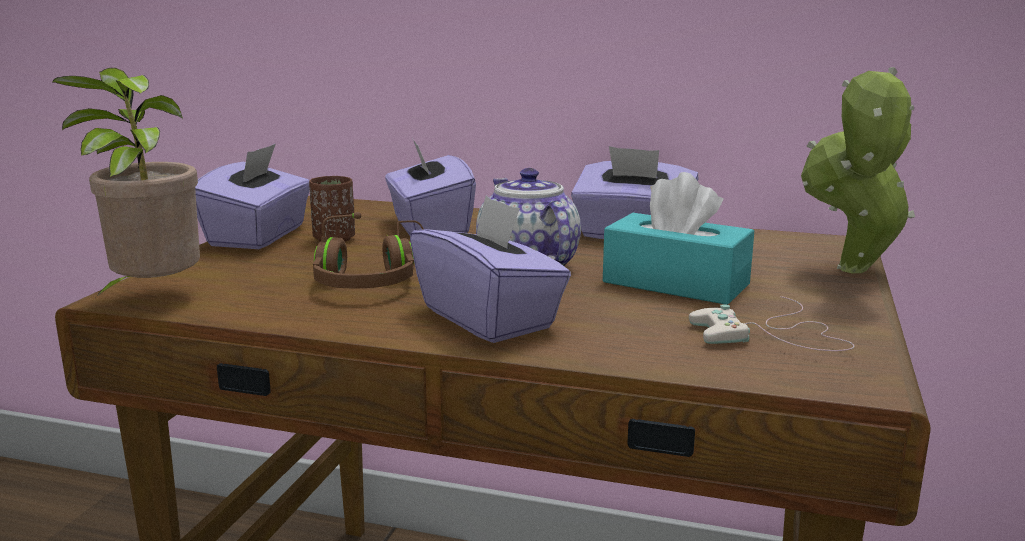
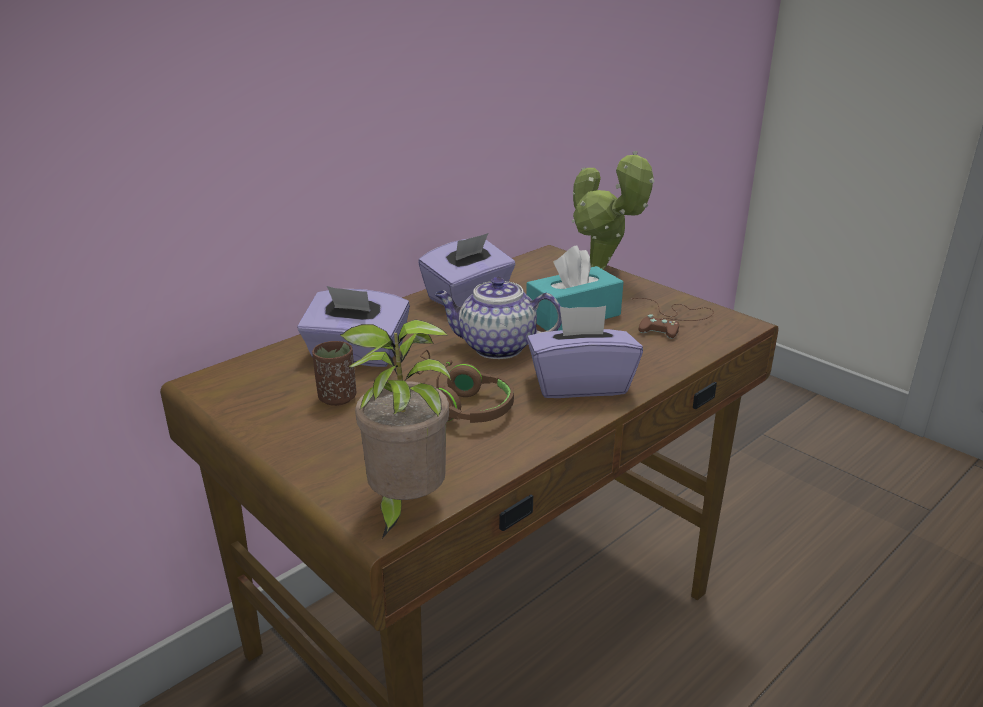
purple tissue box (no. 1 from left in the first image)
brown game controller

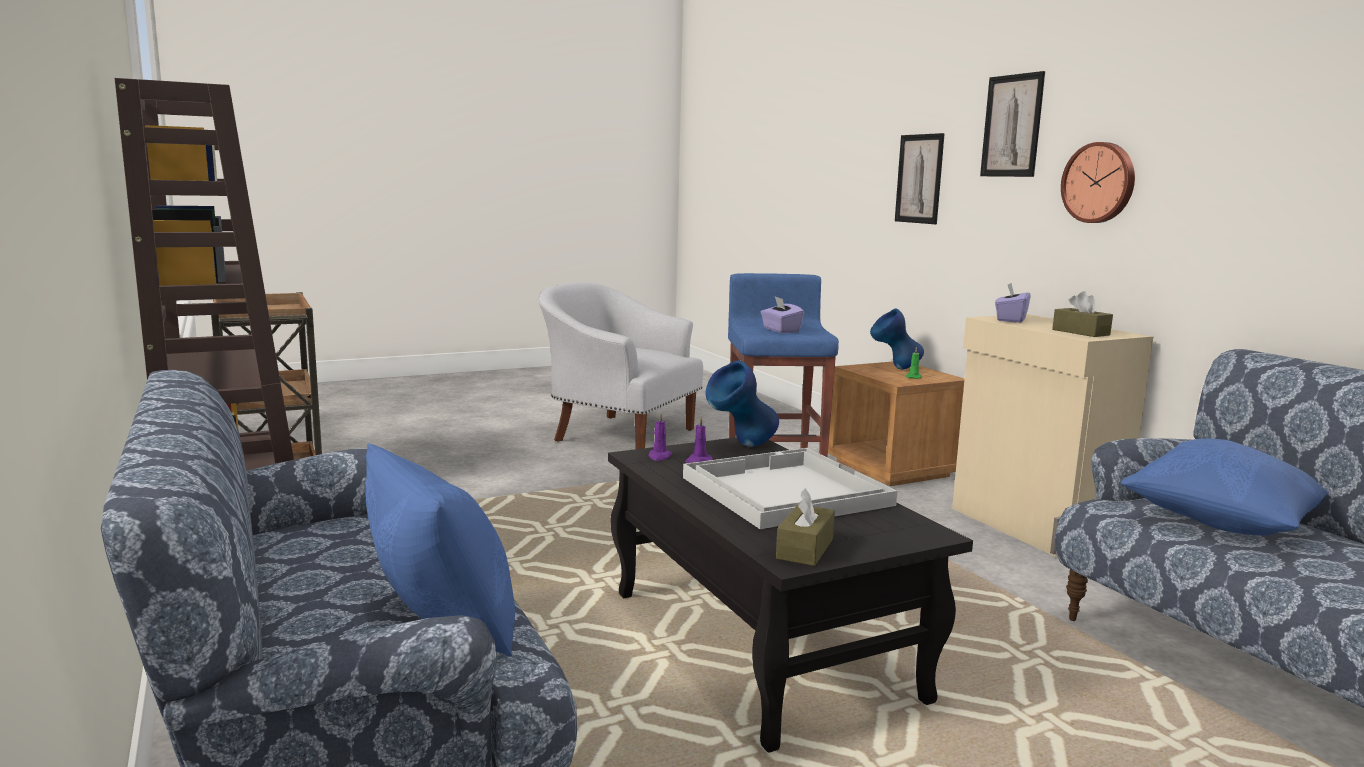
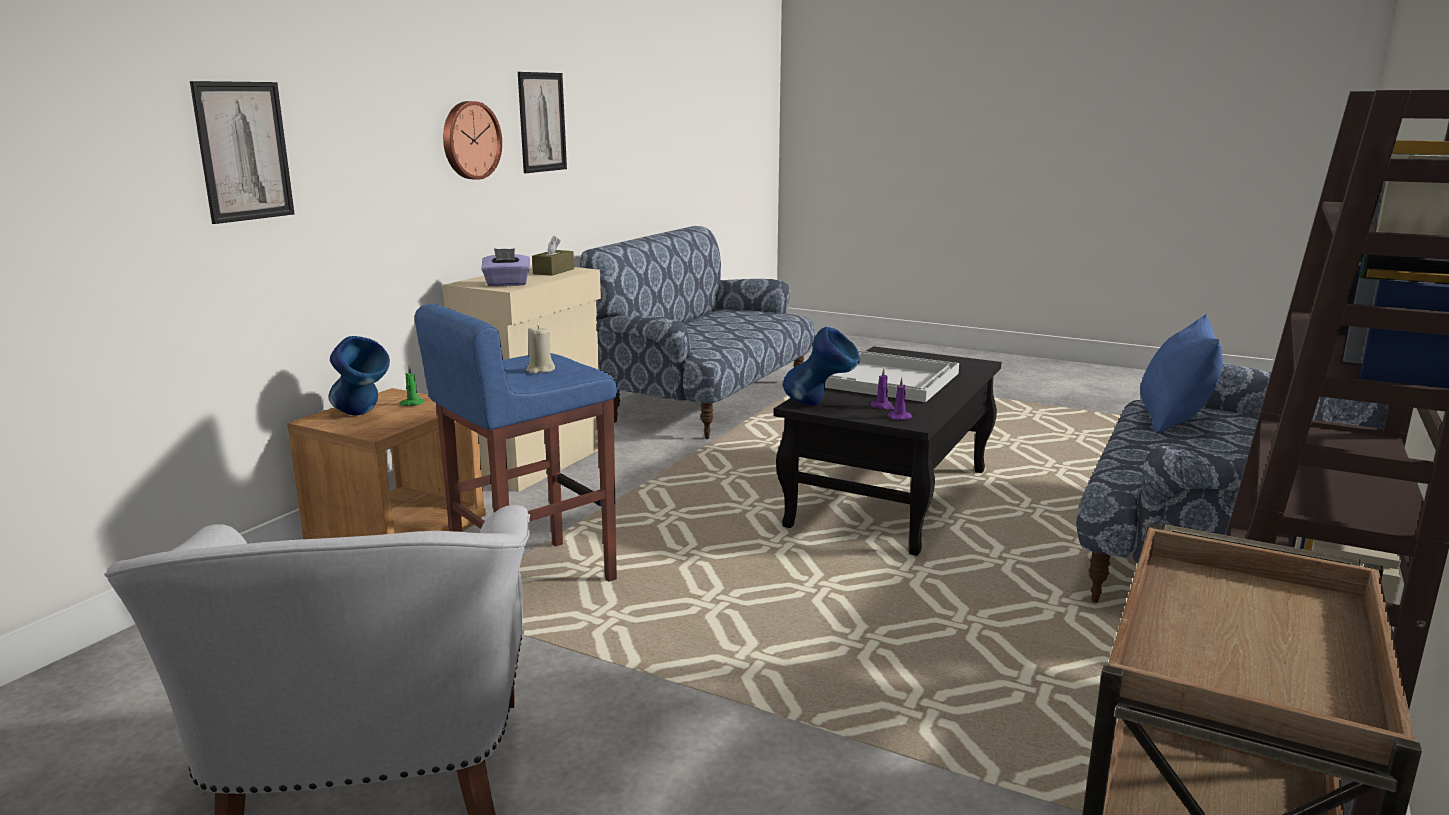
beige candle
brown tissue box (no. 1 from left in the first image)
picture (no. 2 from left)
blue pillow (no. 2 from left in the first image)

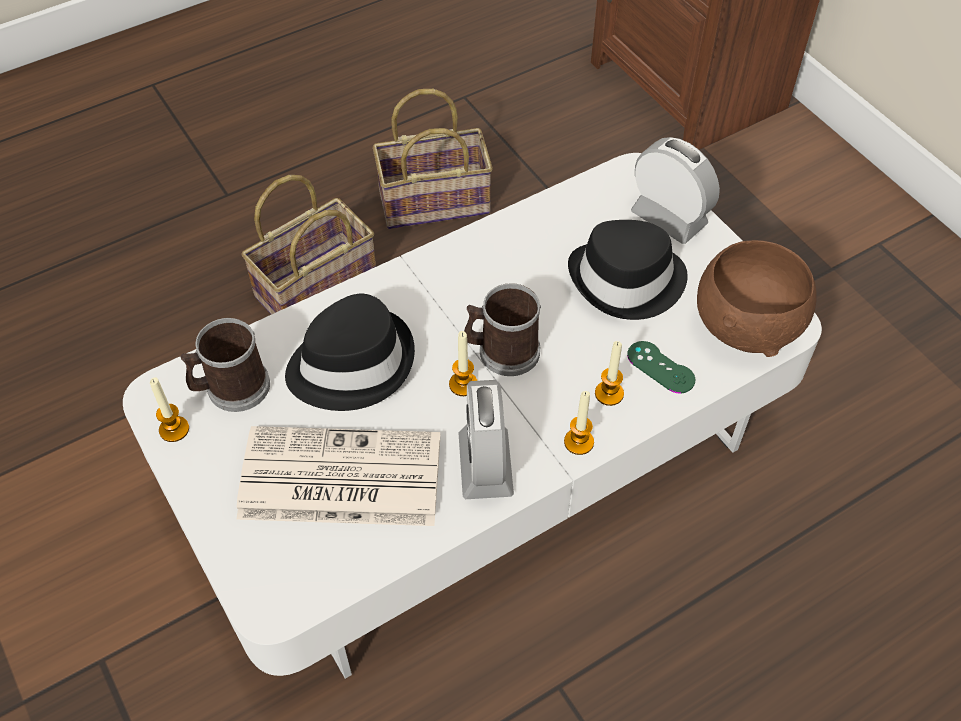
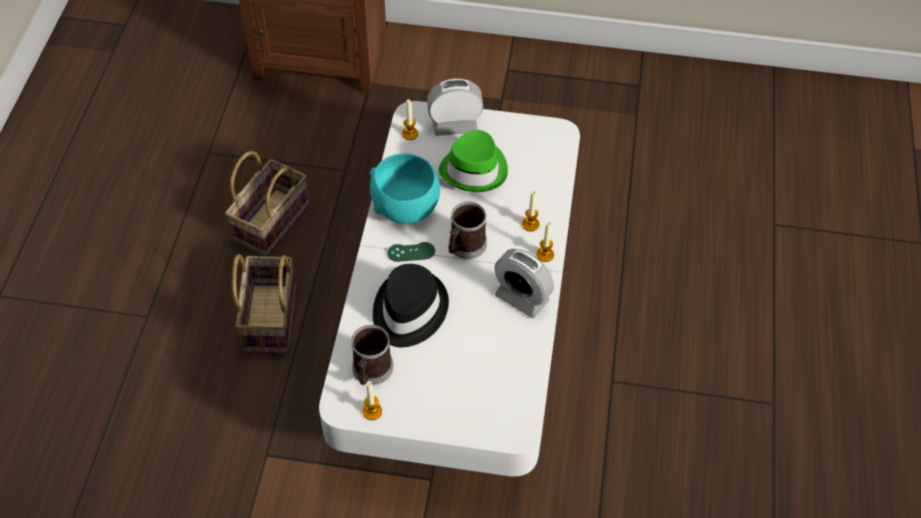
newspaper
candle (no. 2 from left)
green hat
green game controller
brown bowl
turquoise bowl

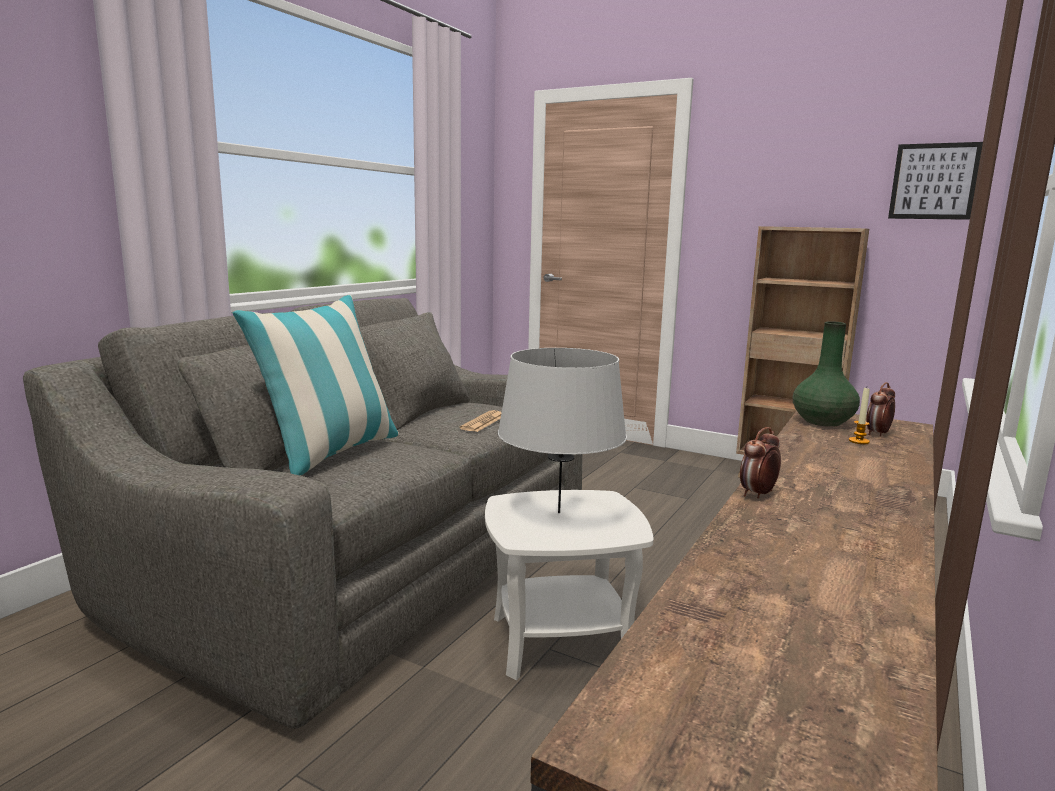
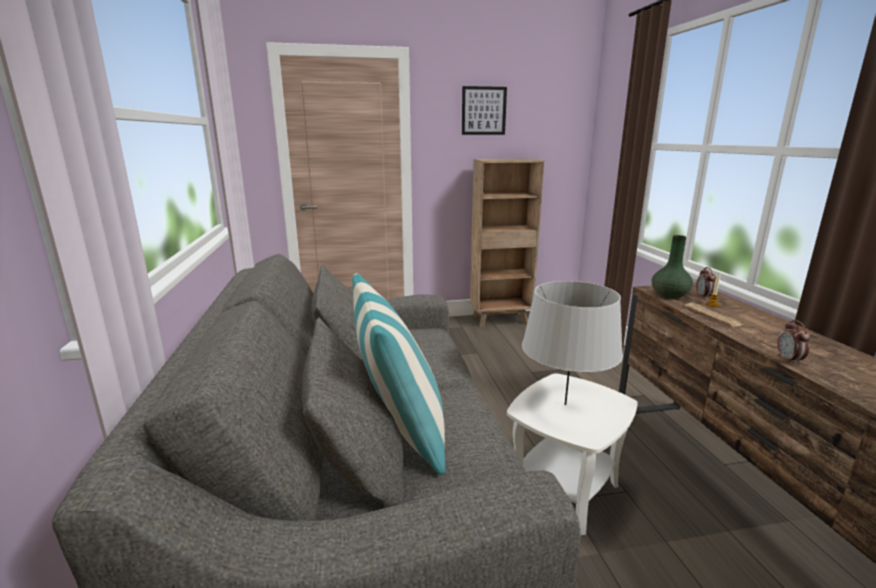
newspaper
picture

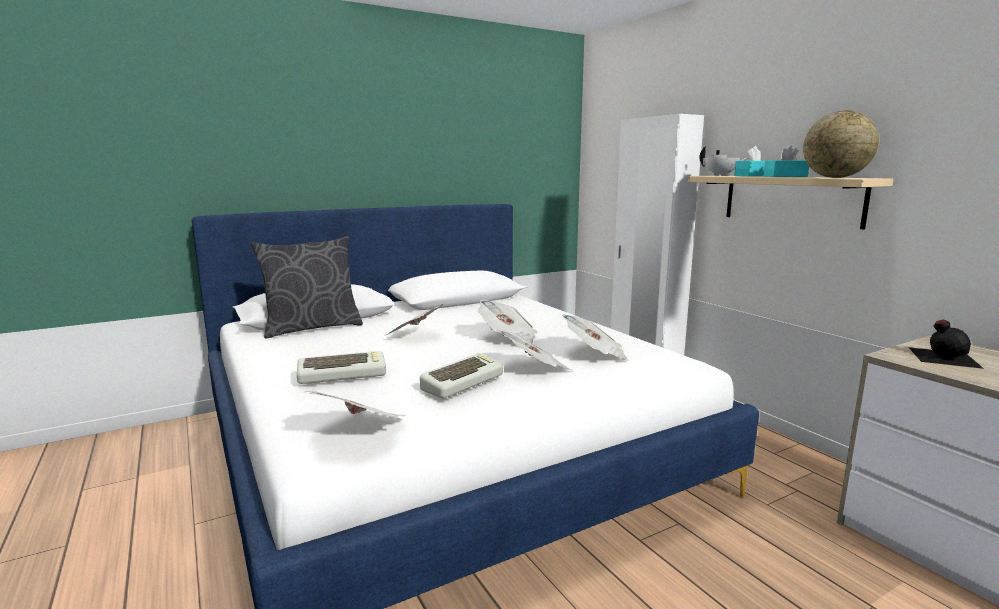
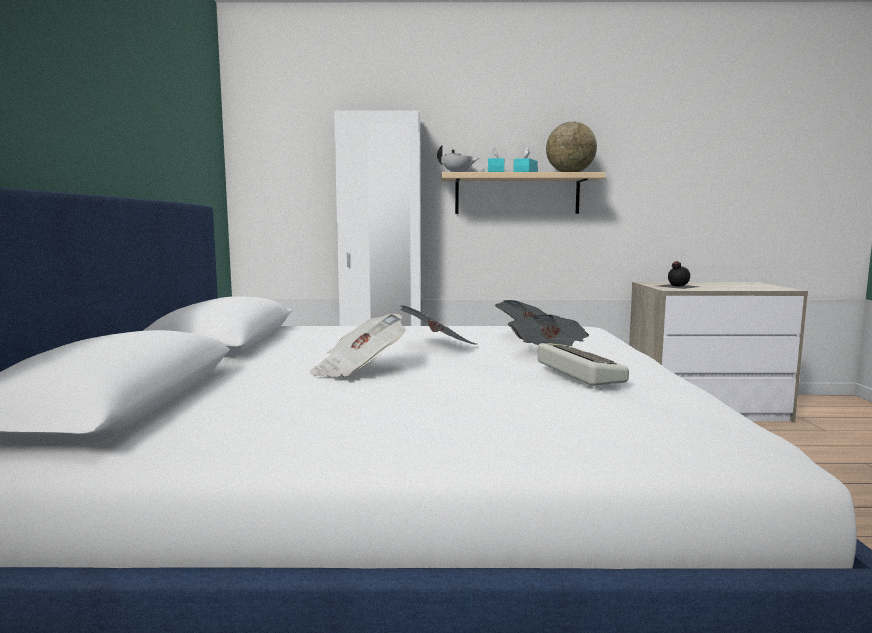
grey pillow
keyboard (no. 1 from left in the first image)
newspaper (no. 1 from left in the first image)

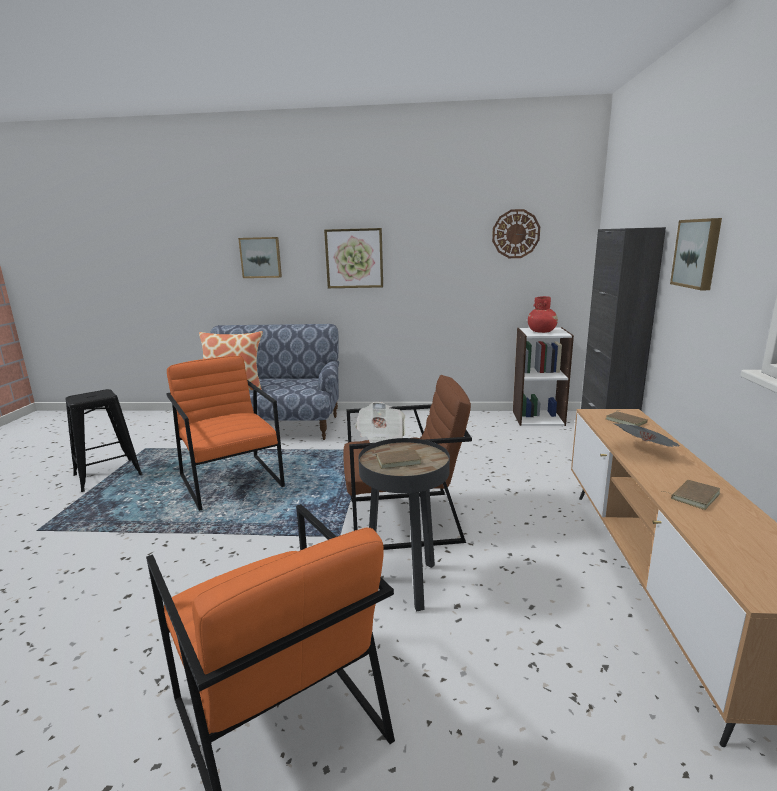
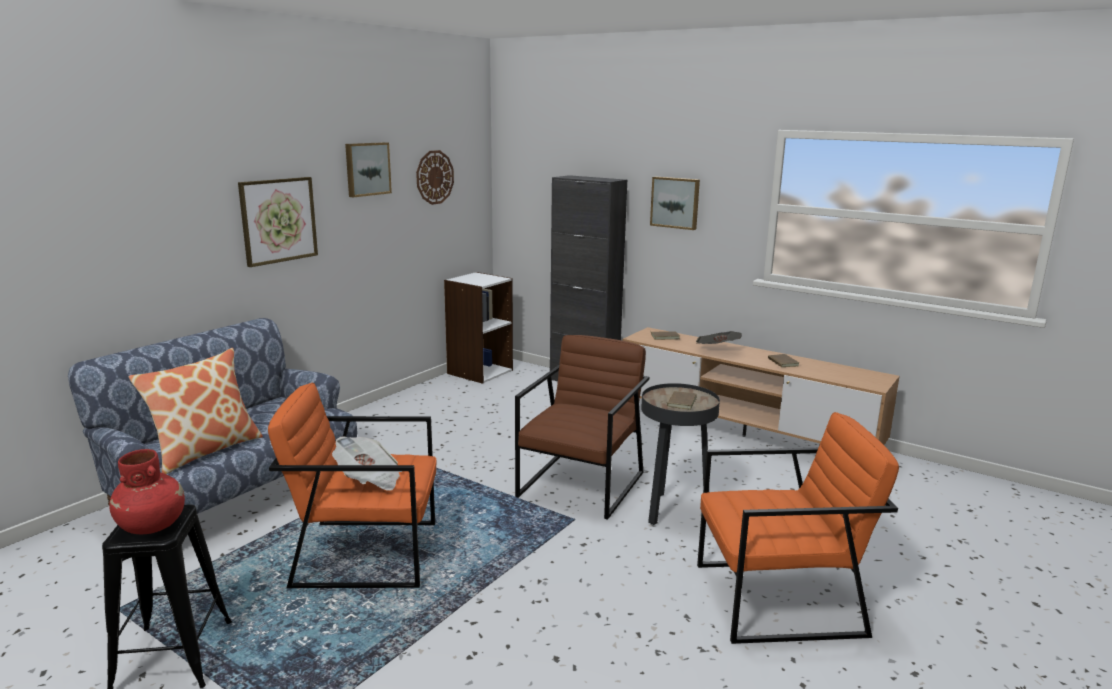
picture (no. 2 from left)
newspaper (no. 1 from left)
red vase

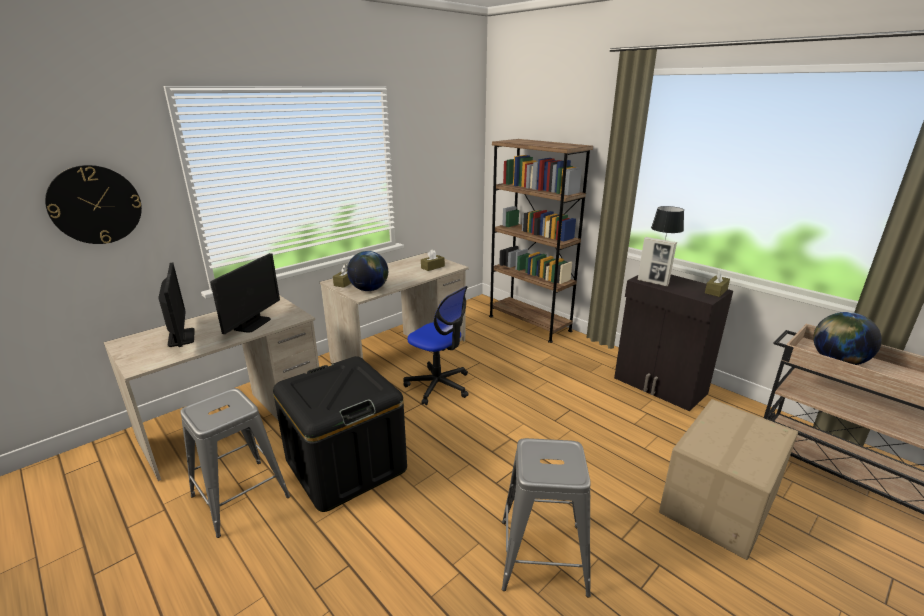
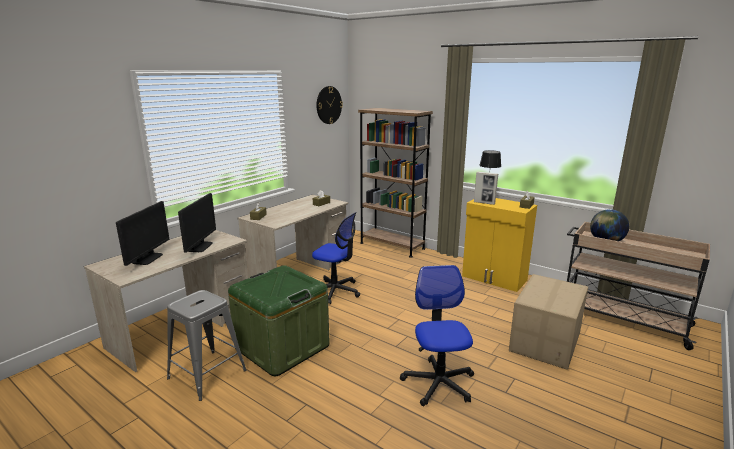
wall clock
monitor (no. 1 from left)
green storage box
globe (no. 1 from left in the first image)
office chair (no. 2 from left)
yellow cabinet

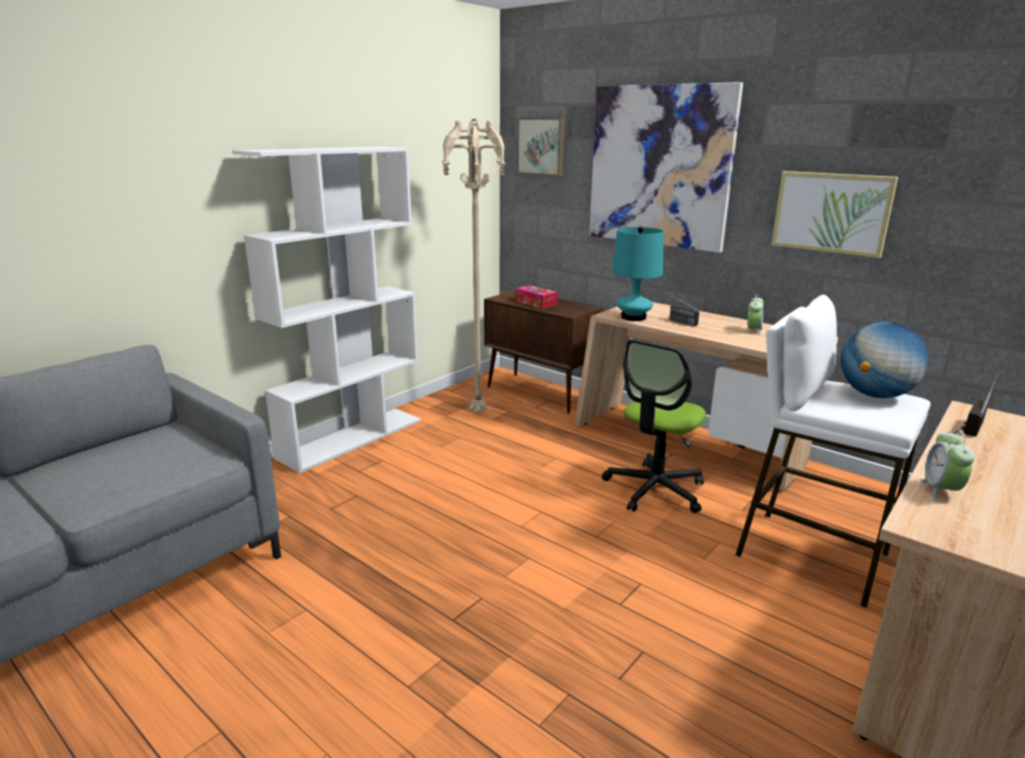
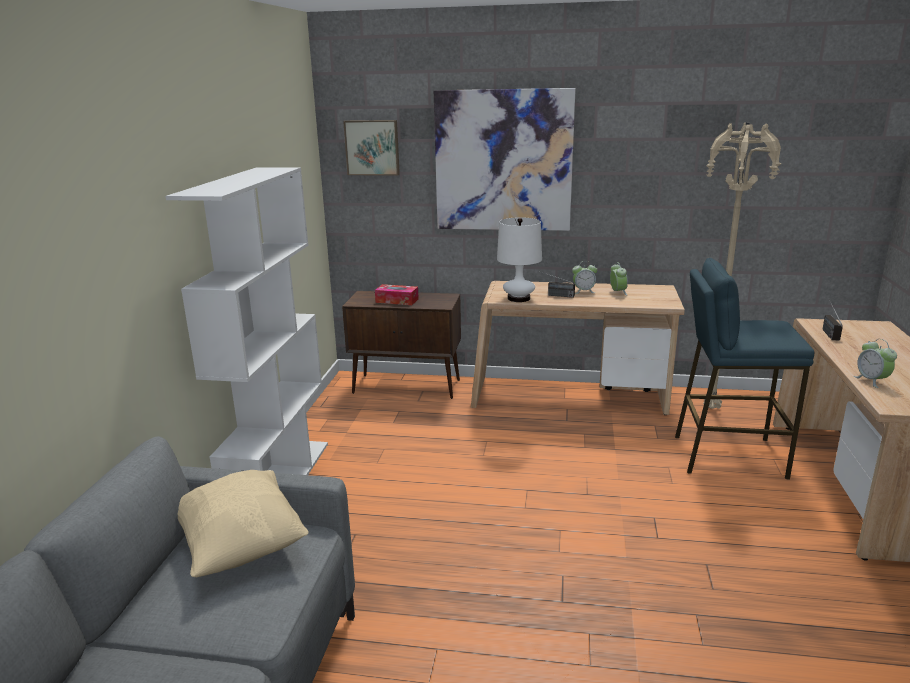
beige floor lamp
office chair
white table lamp
blue stool
picture (no. 3 from left in the first image)
globe
beige pillow
alarm clock (no. 1 from left)

